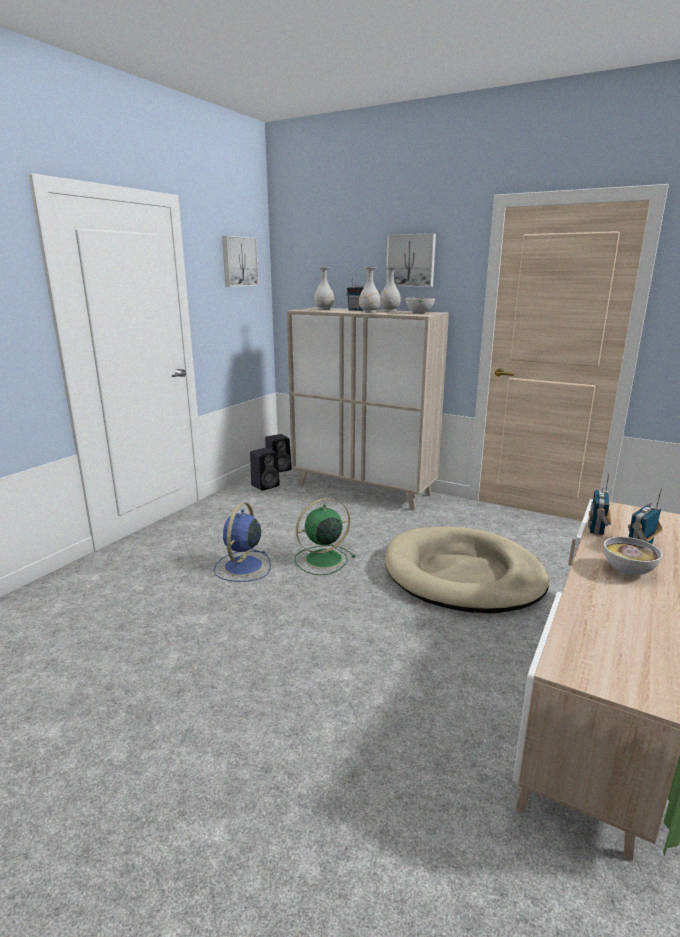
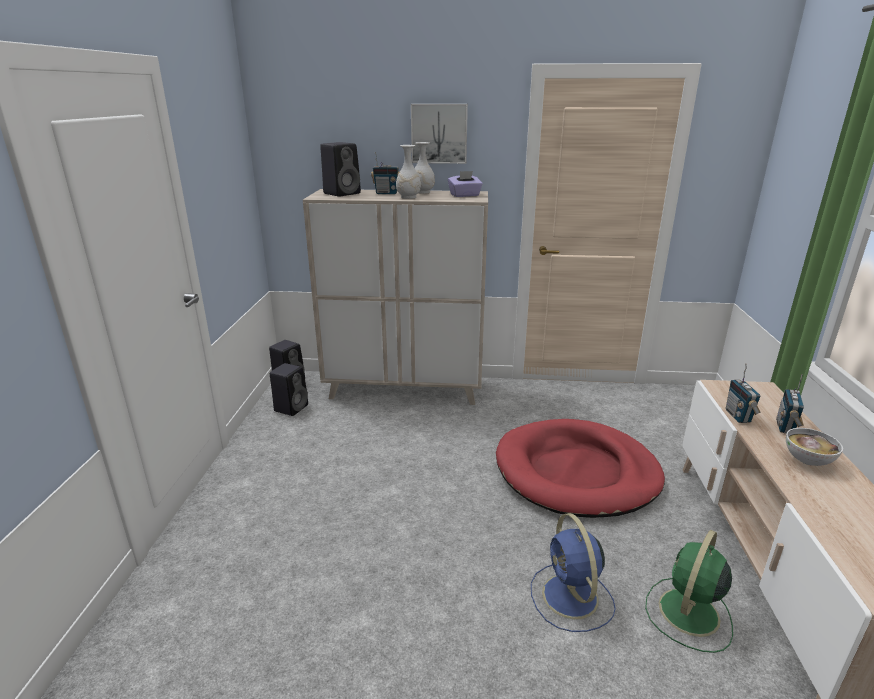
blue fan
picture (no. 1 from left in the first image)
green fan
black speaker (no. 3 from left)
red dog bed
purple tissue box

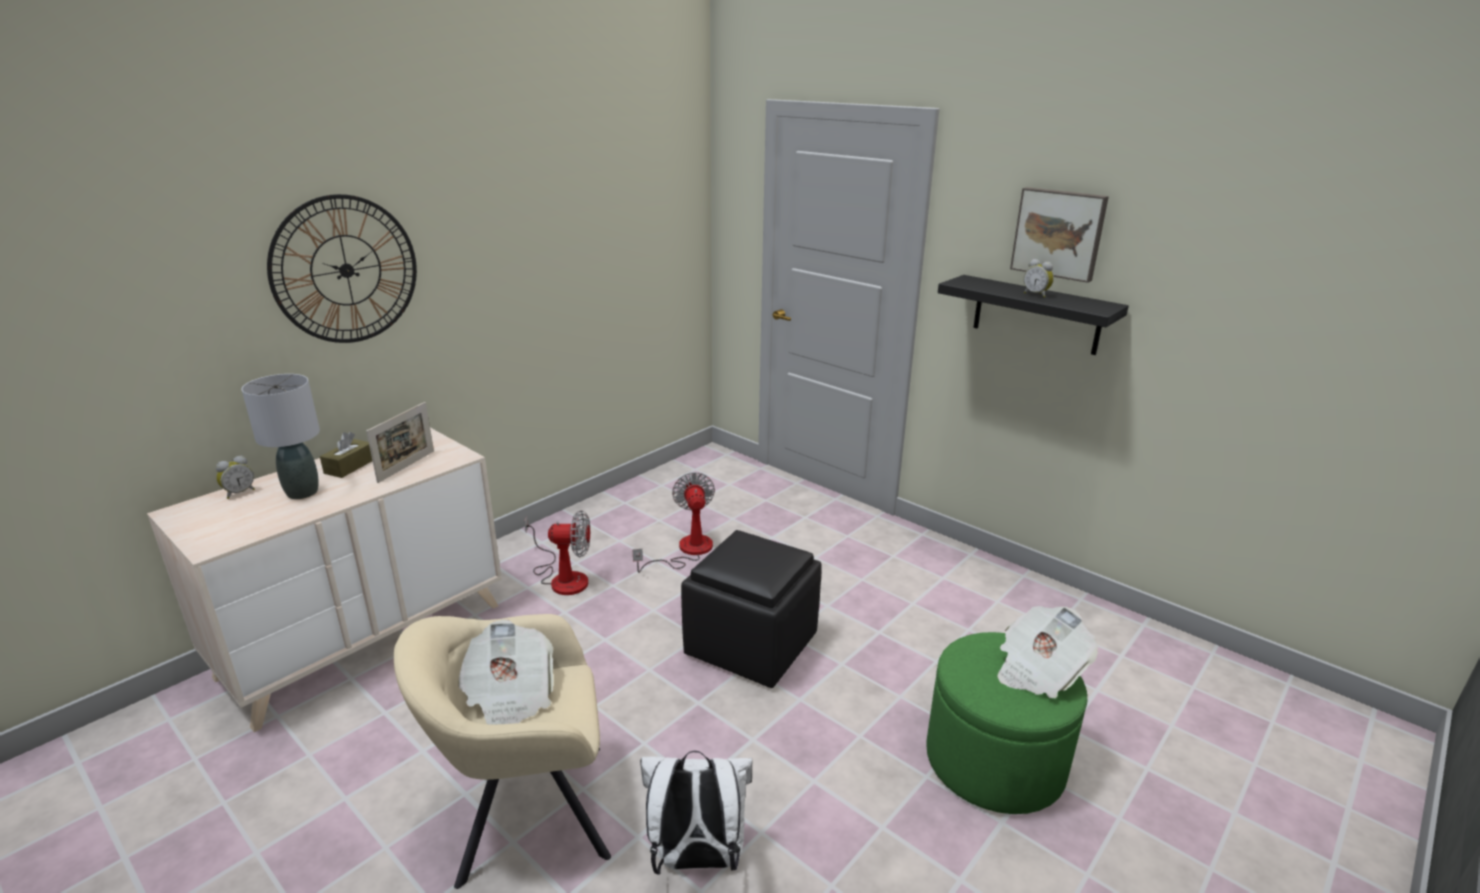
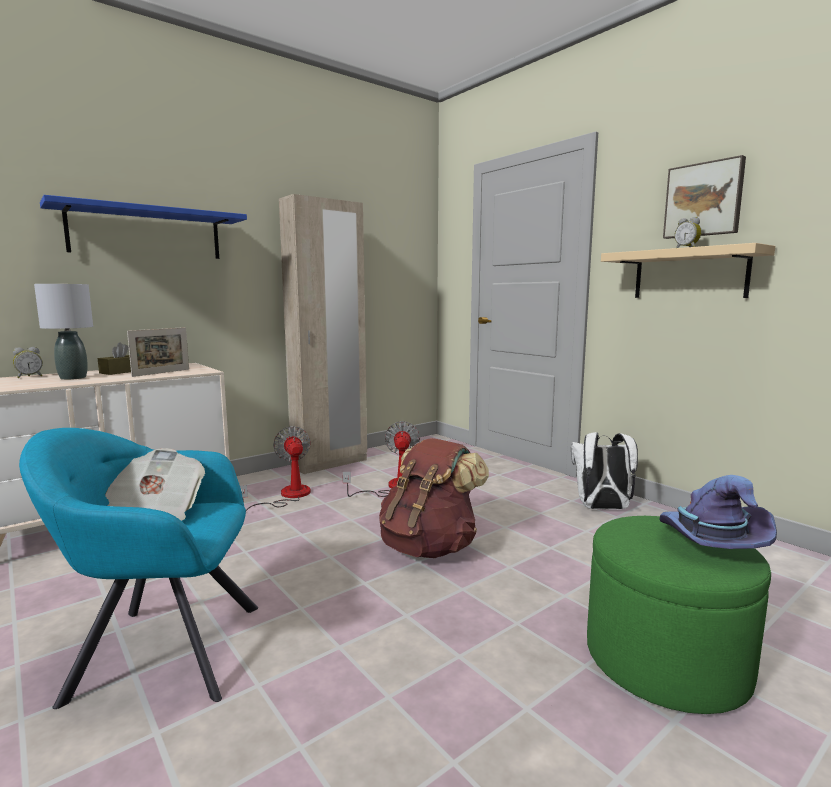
blue shelf
turquoise armchair
fan (no. 1 from left)
white backpack
brown backpack
beige shelf
purple hat
beige wardrobe

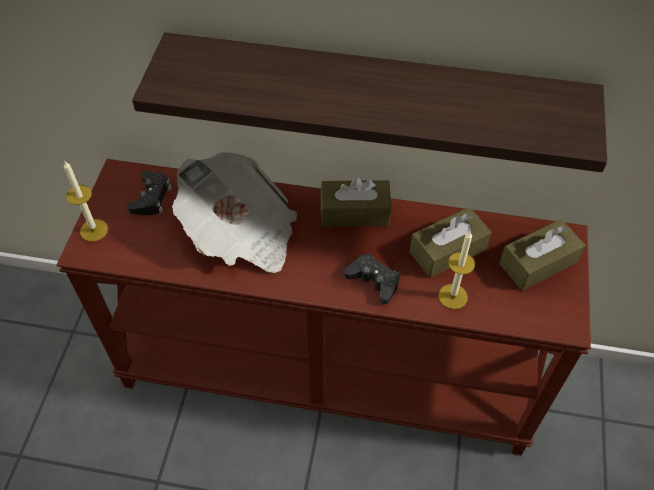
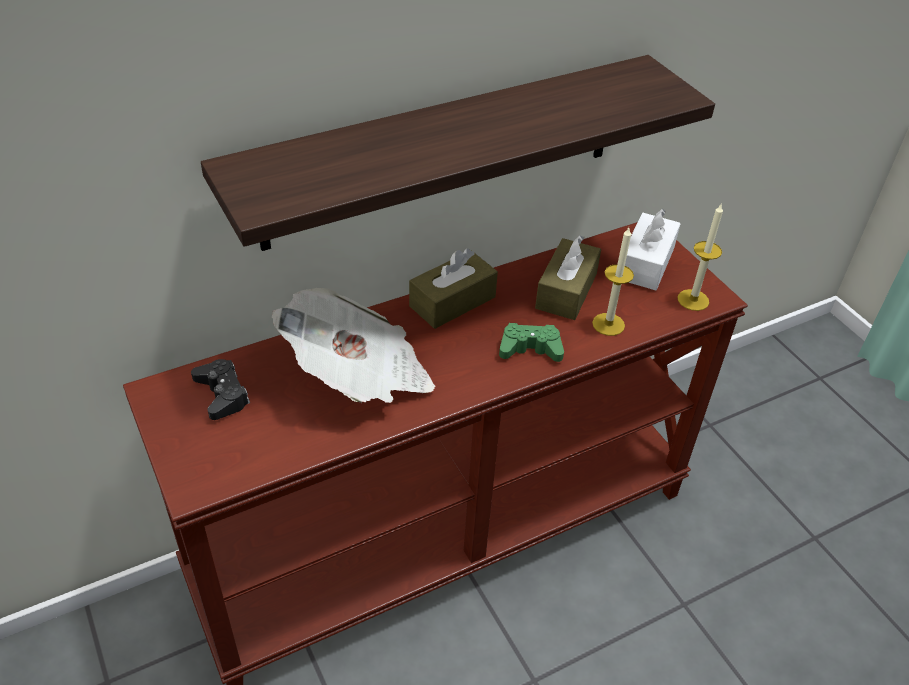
candle (no. 2 from left)
green game controller
white tissue box

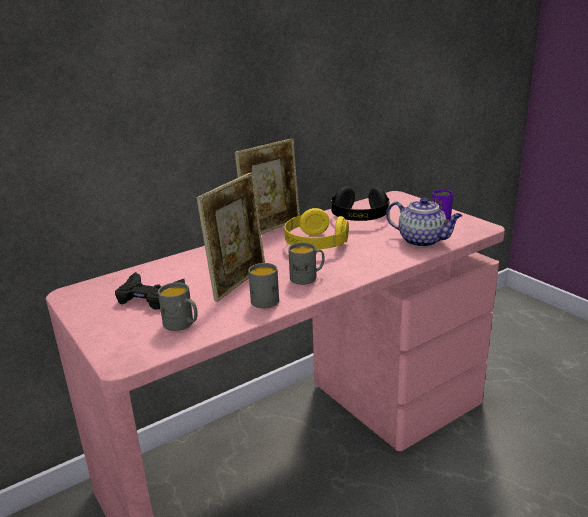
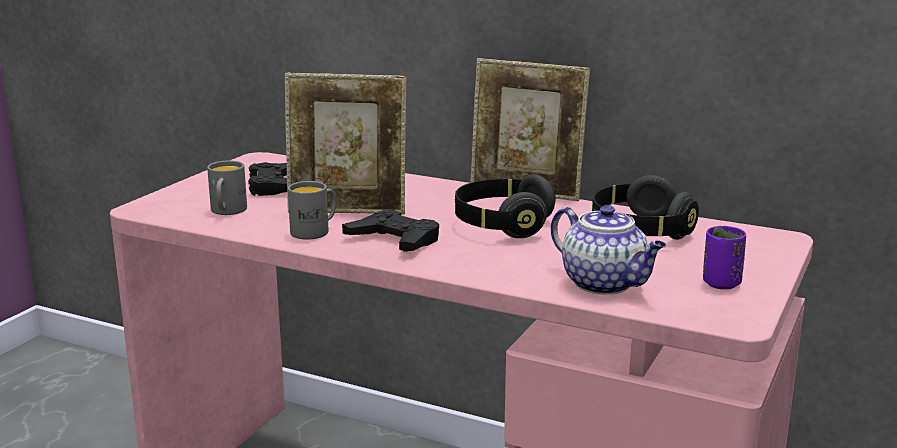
black headphones (no. 1 from left)
black game controller (no. 2 from left)
teapot

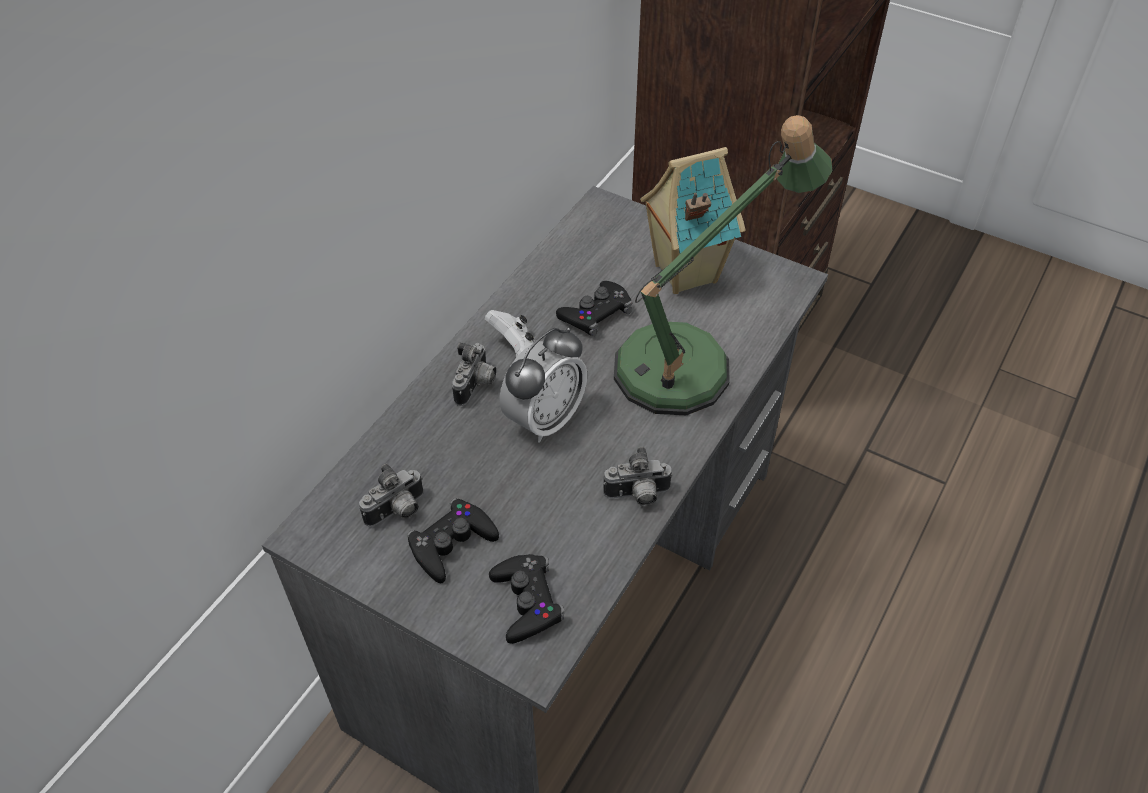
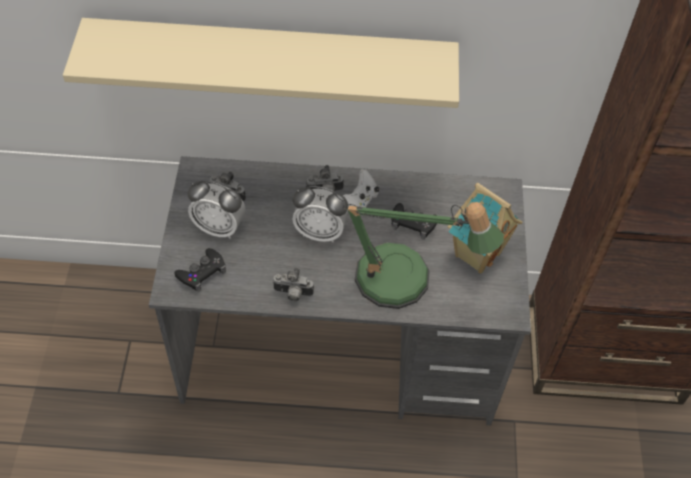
alarm clock (no. 1 from left)
photo camera (no. 2 from left)
beige shelf

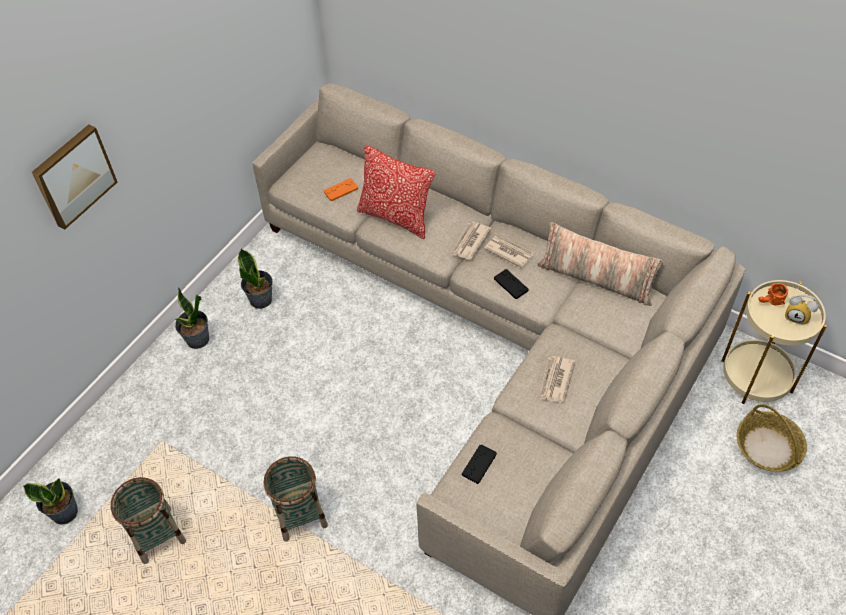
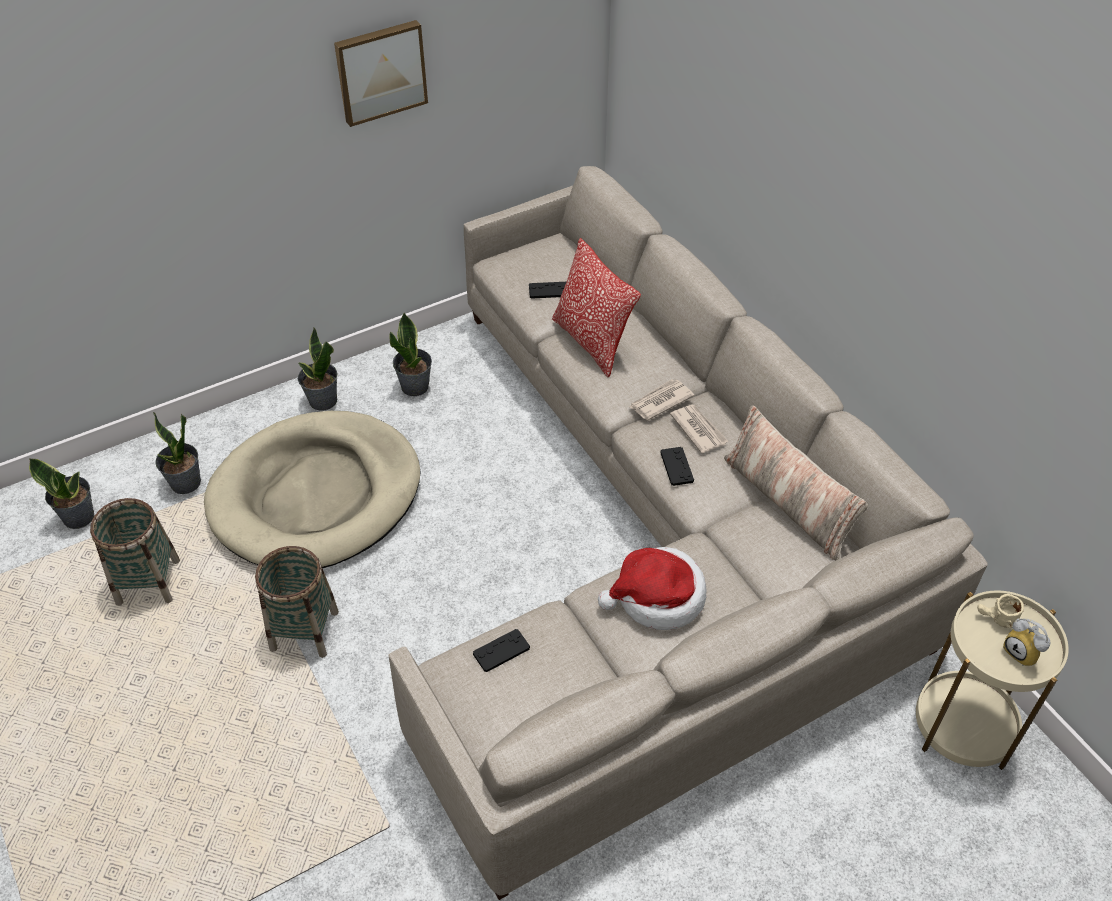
picture
black game controller (no. 2 from left)
hat
basket (no. 3 from left in the first image)
beige mug
potted plant (no. 2 from left)
beige dog bed

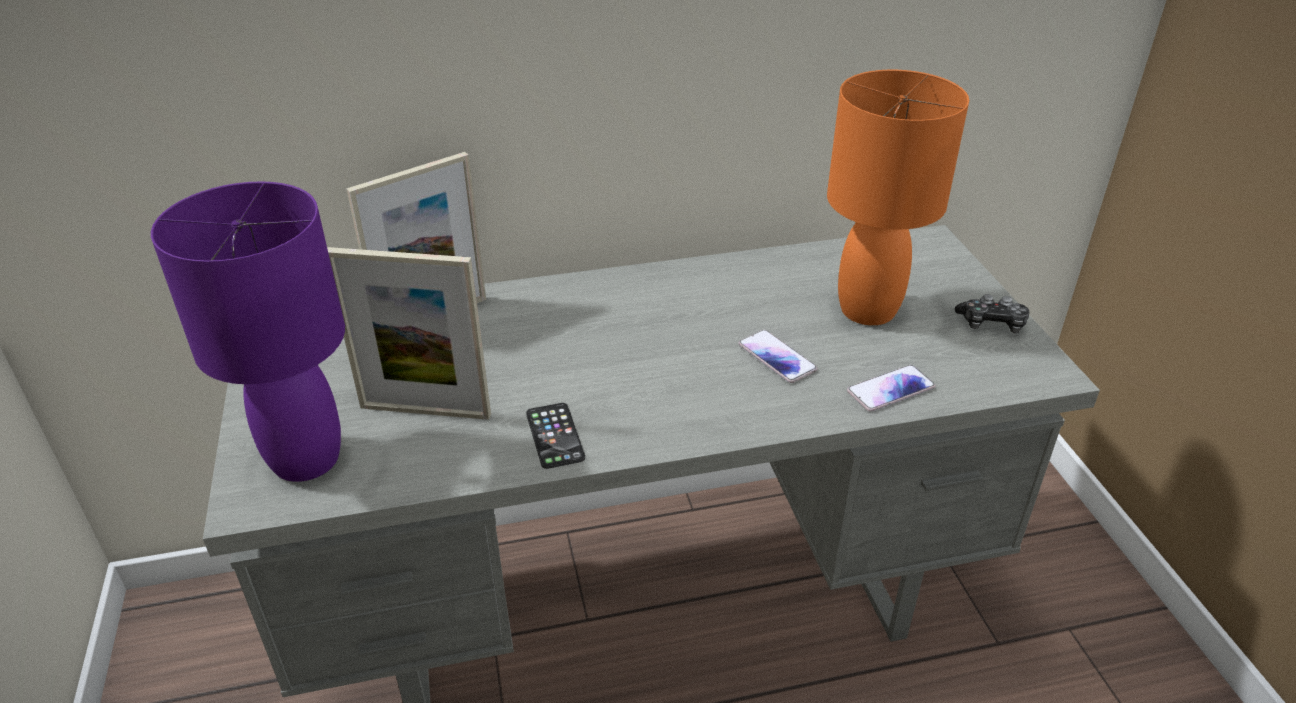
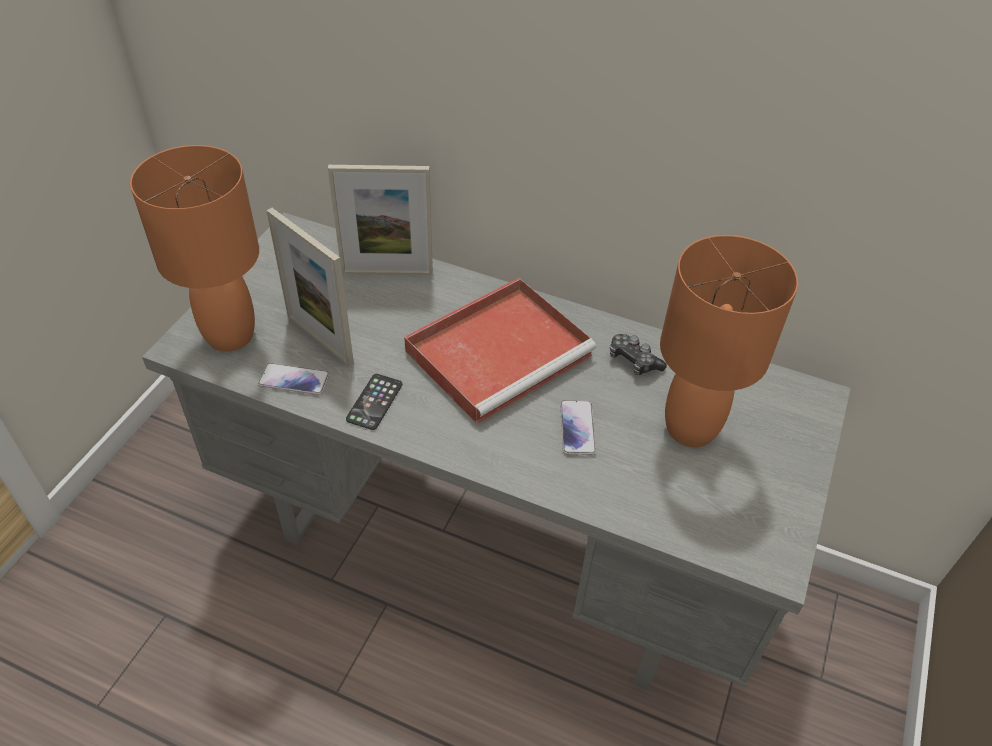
orange table lamp (no. 1 from left)
phone (no. 1 from left)
game controller
red tray

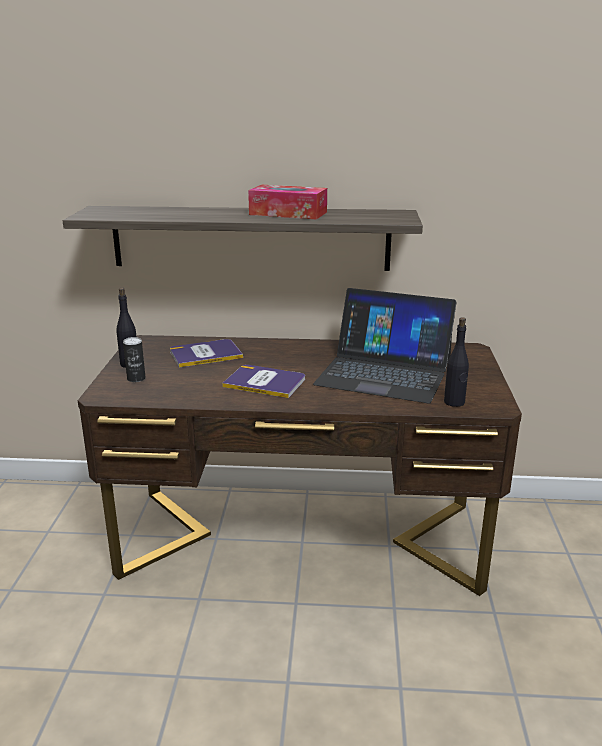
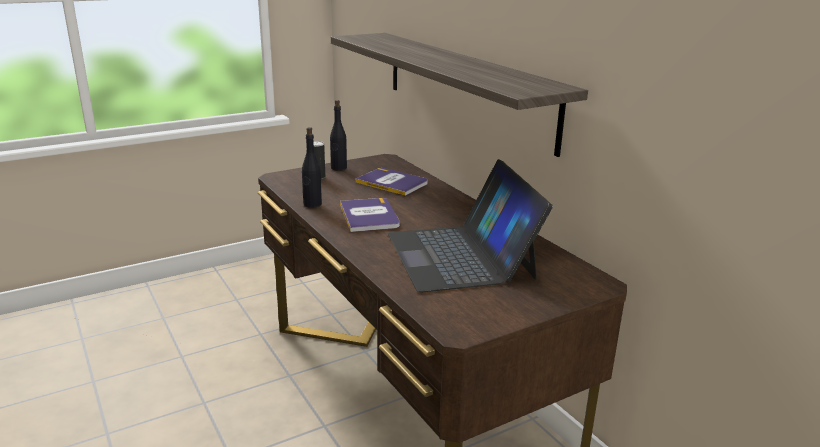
tissue box
black bottle (no. 1 from left)

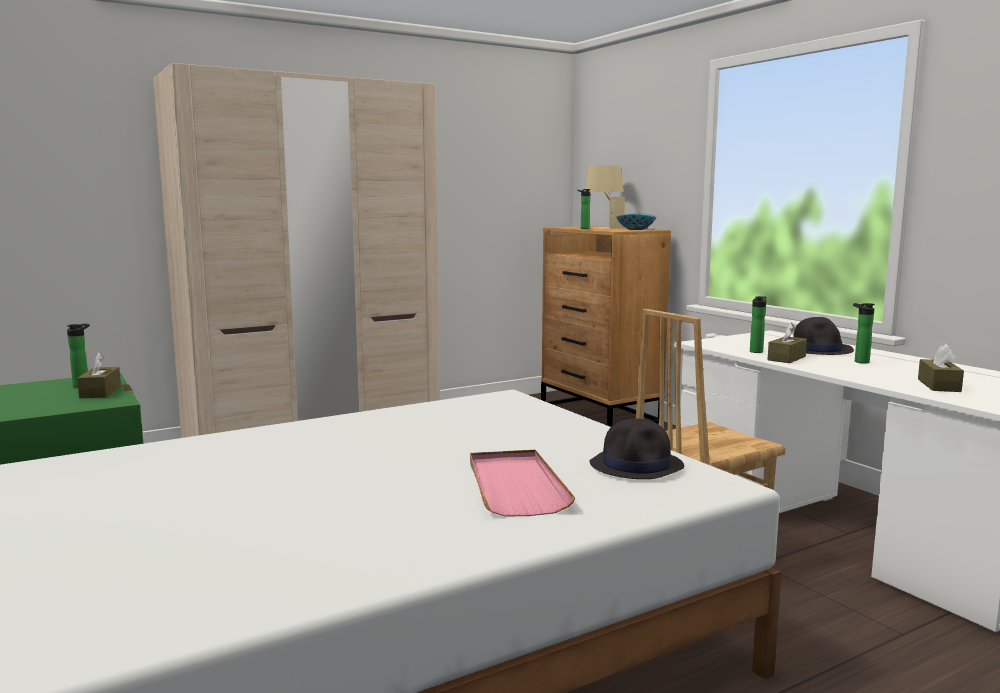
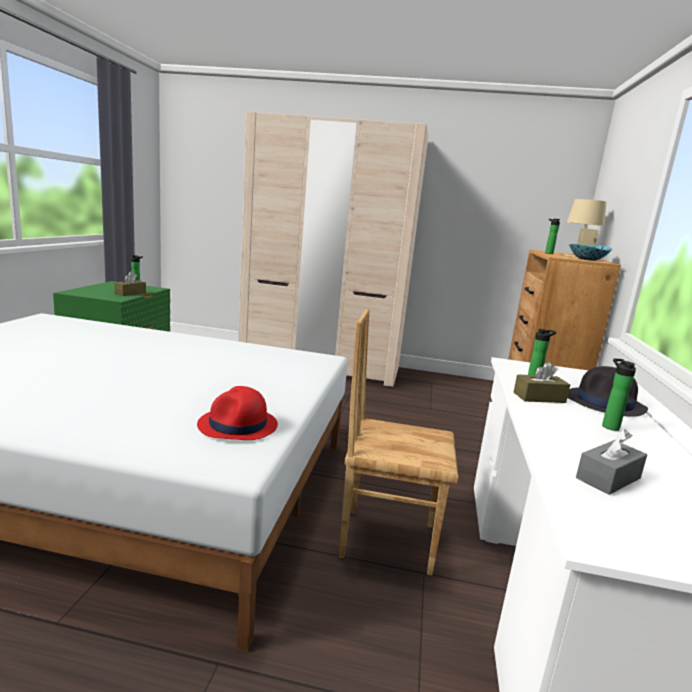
pink tray
red hat
grey tissue box

